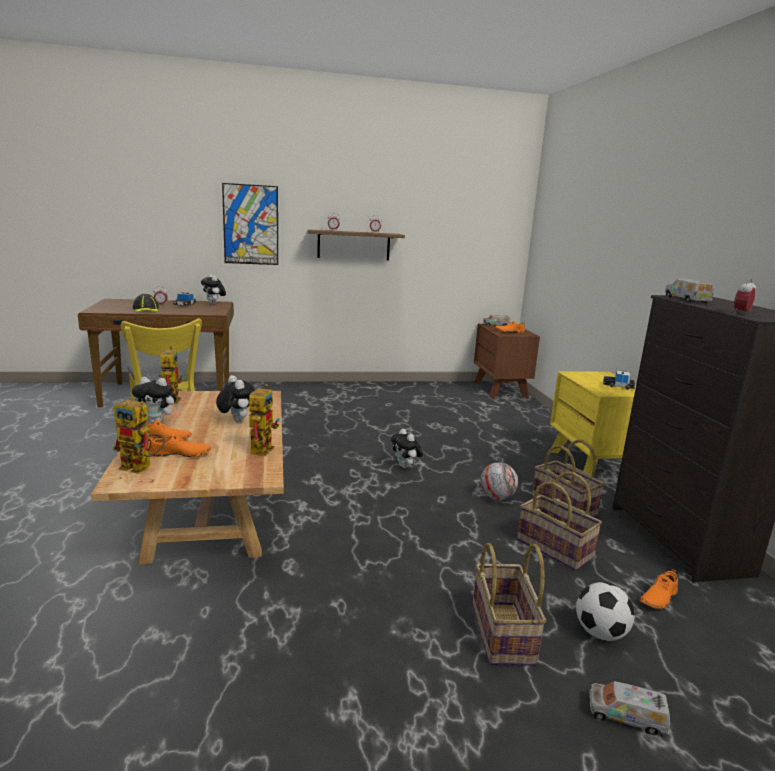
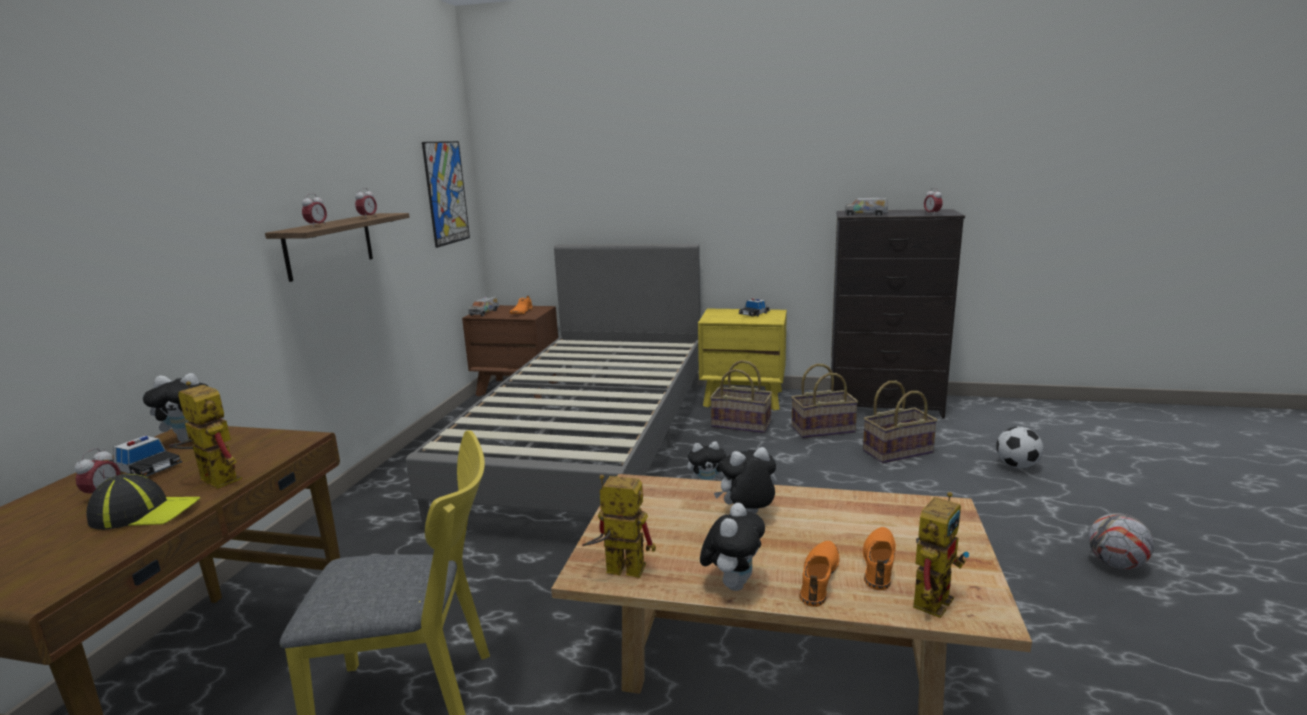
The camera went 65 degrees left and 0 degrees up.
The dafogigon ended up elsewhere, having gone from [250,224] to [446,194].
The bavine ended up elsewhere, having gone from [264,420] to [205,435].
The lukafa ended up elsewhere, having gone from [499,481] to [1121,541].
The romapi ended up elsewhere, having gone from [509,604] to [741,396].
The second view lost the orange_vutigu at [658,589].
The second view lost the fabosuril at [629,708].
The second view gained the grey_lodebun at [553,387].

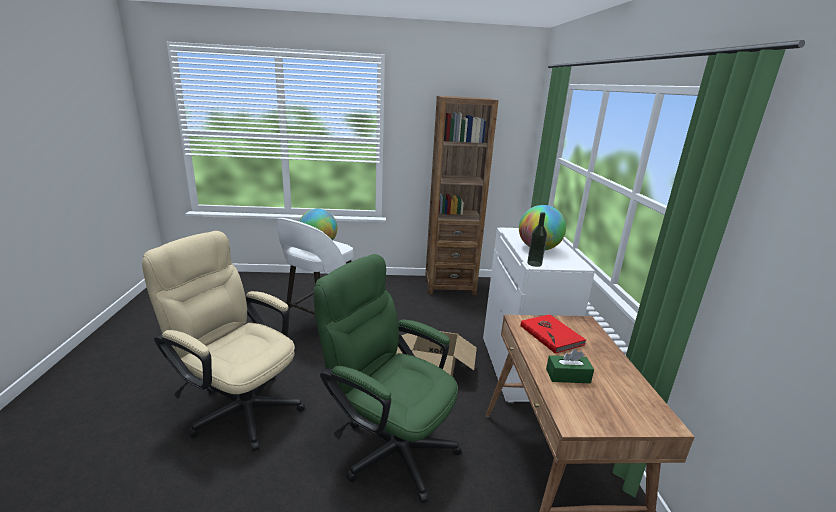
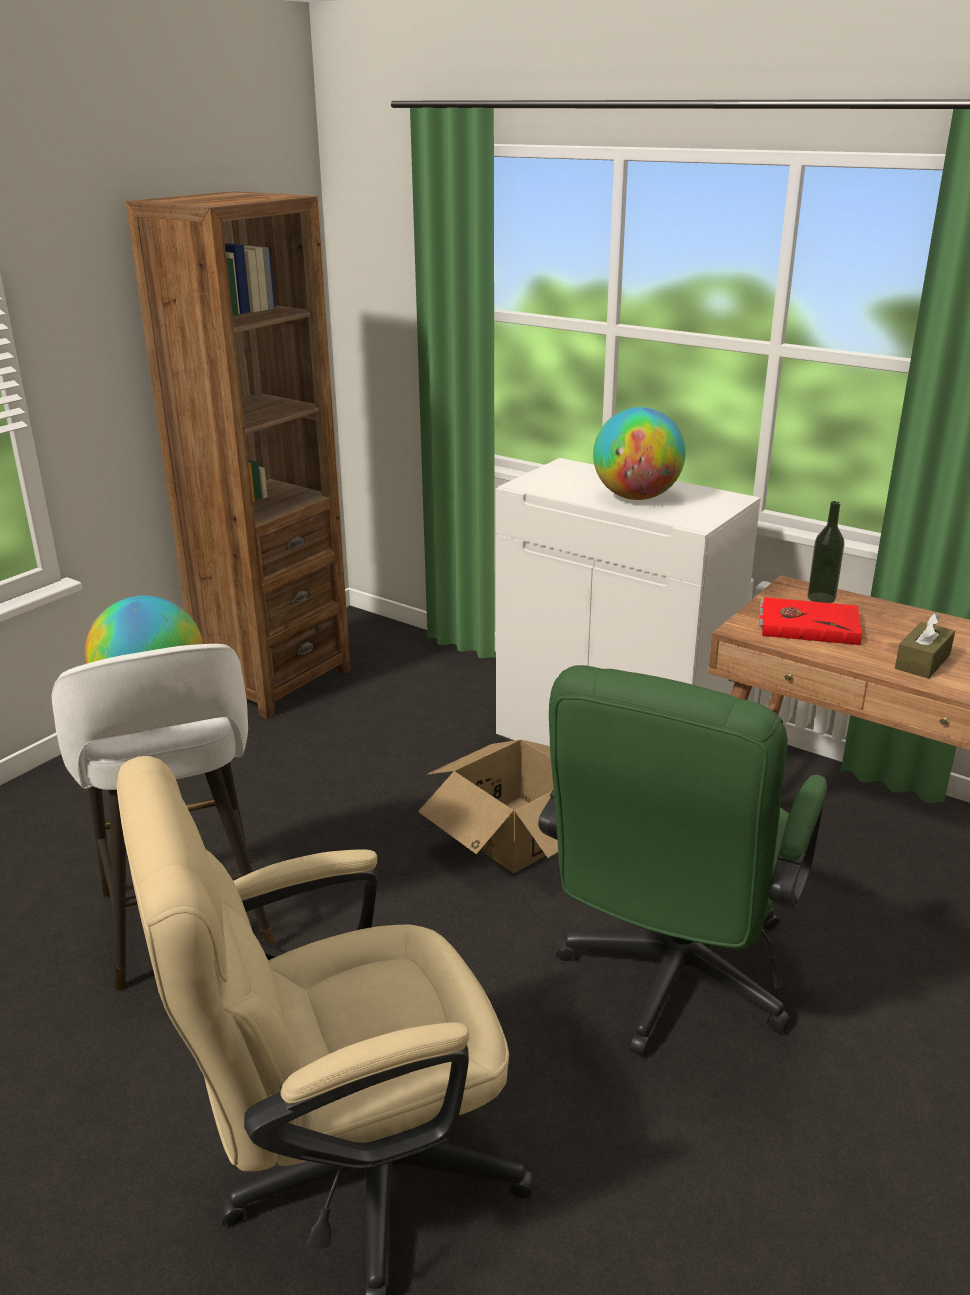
The camera went 50 degrees left and 5 degrees up.
The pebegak ended up elsewhere, having gone from [537,239] to [825,552].
The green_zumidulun at [387,378] ended up facing another way, 45 degrees counterclockwise from before.
What was the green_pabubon at [570,366] turned into the brown_pabubon at [925,646].

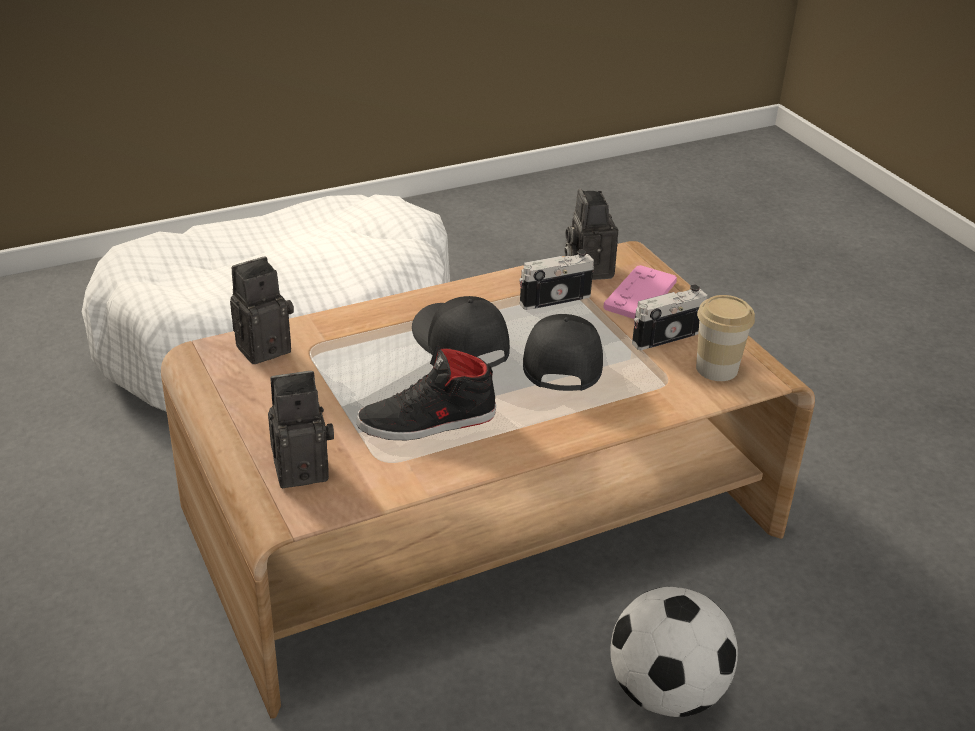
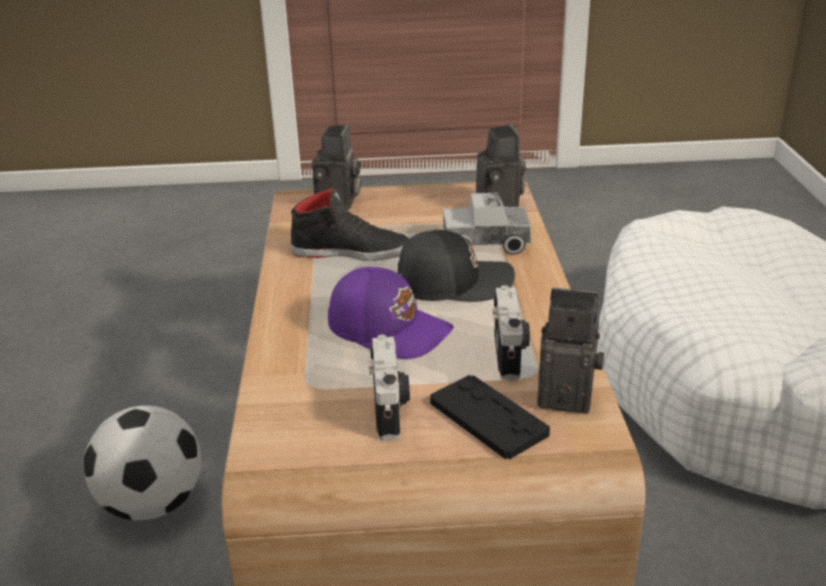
The camera went 115 degrees right and 5 degrees down.
What was the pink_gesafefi at [640,292] turned into the black_gesafefi at [490,417].
The second view lost the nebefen at [725,338].
What was the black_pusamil at [563,352] turned into the purple_pusamil at [391,313].
The black_vutigu at [426,392] ended up facing another way, 90 degrees clockwise from before.
The second view gained the fabosuril at [487,224].

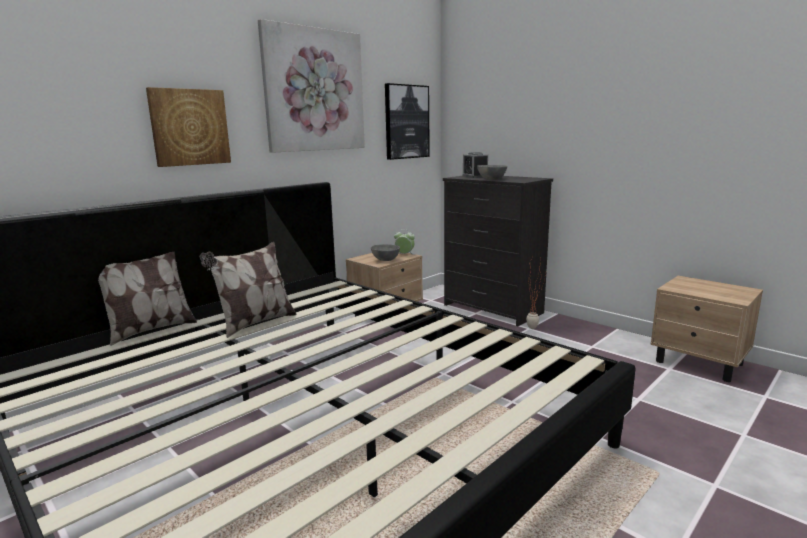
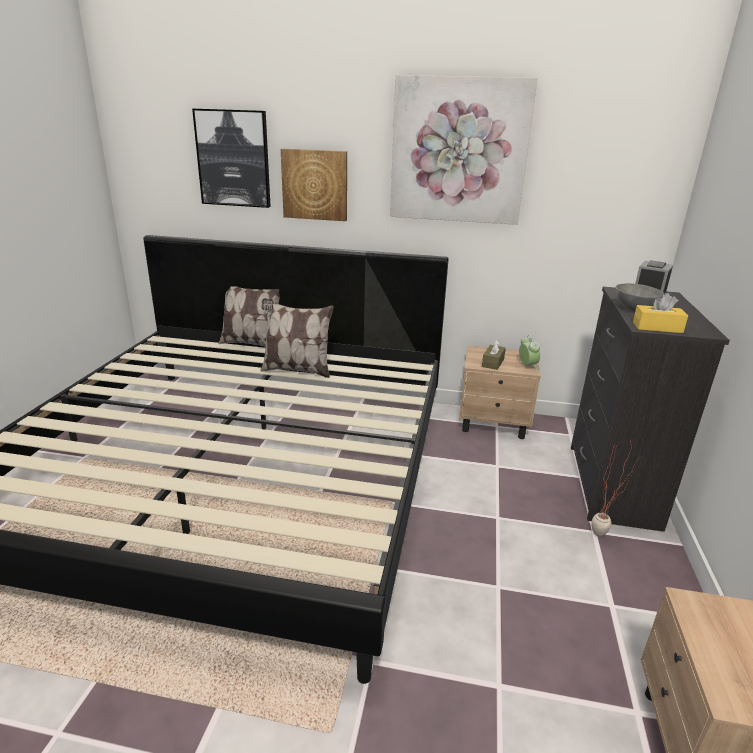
The camera went 55 degrees right and 10 degrees up.
The dafogigon ended up elsewhere, having gone from [407,121] to [231,158].
Where the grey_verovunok stood at [385,252], the brown_pabubon came to stand at [494,354].
The second view gained the yellow_pabubon at [660,313].

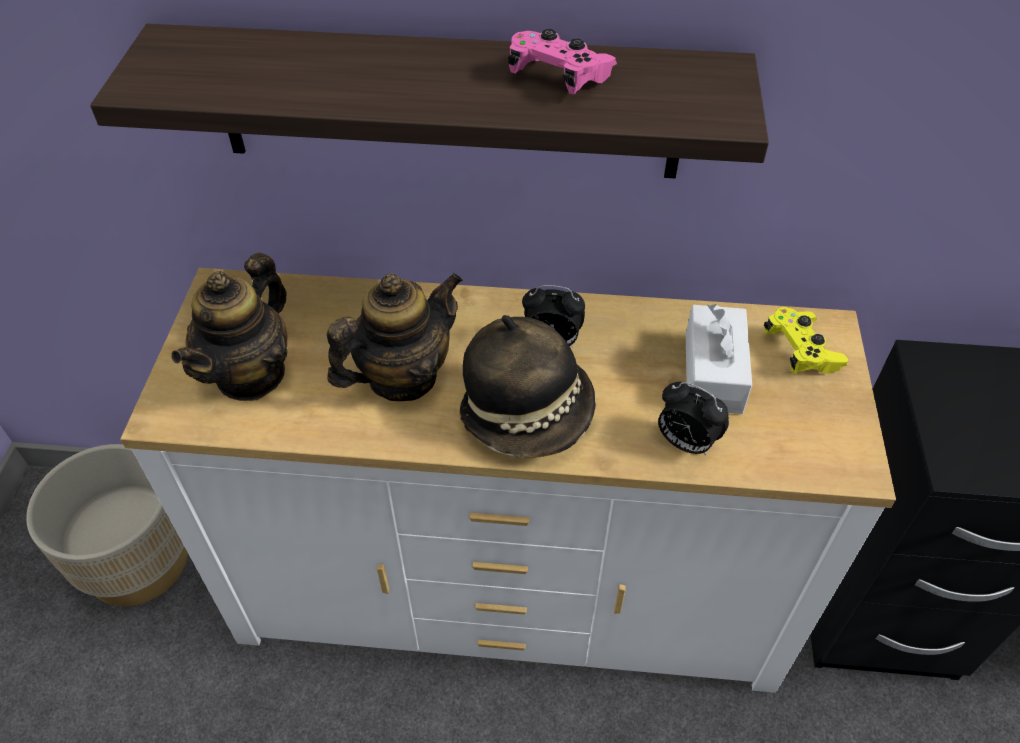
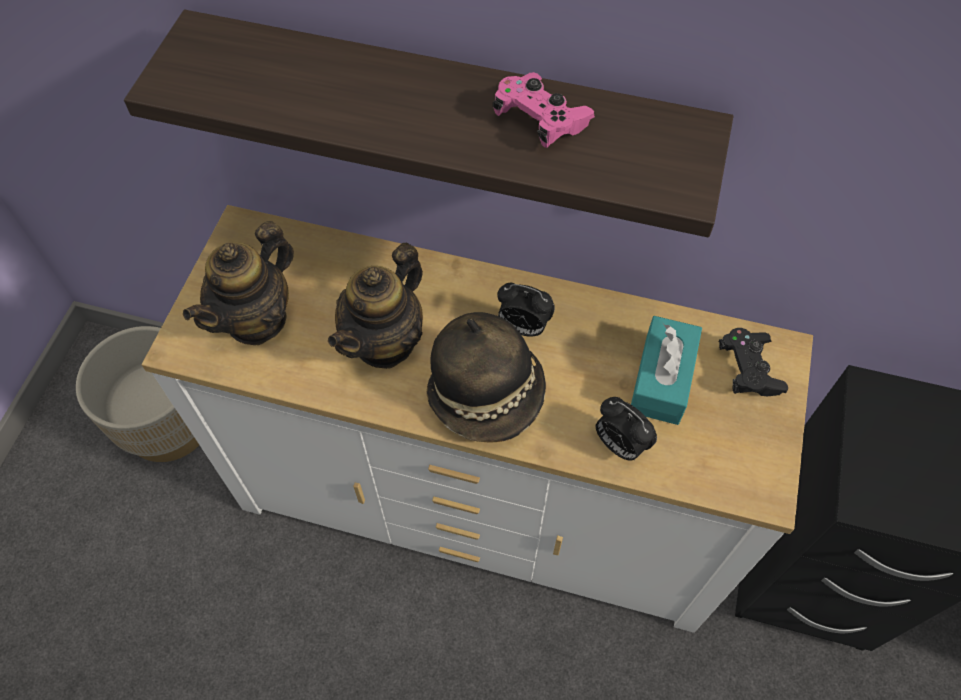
The camera went 10 degrees right and 10 degrees up.
The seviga at [395,337] ended up facing another way, 150 degrees clockwise from before.
What was the white_pabubon at [719,359] turned into the turquoise_pabubon at [666,370].
What was the yellow_gesafefi at [806,340] turned into the black_gesafefi at [753,362].

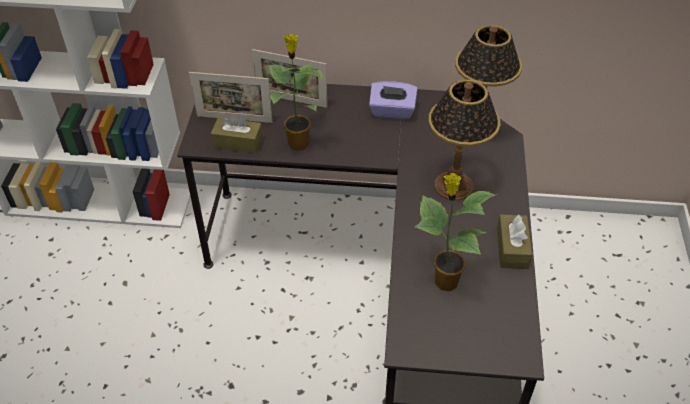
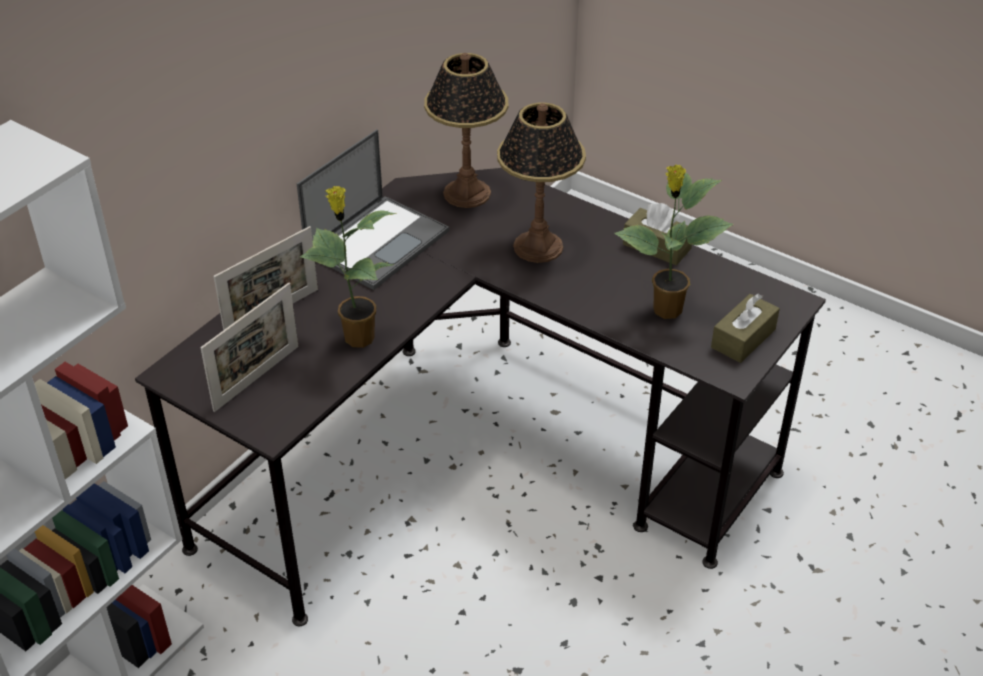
The camera went 60 degrees left and 5 degrees down.
Where the purple_pabubon stood at [393,100], the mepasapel came to stand at [372,209].
The brown_pabubon ended up elsewhere, having gone from [237,133] to [745,328].

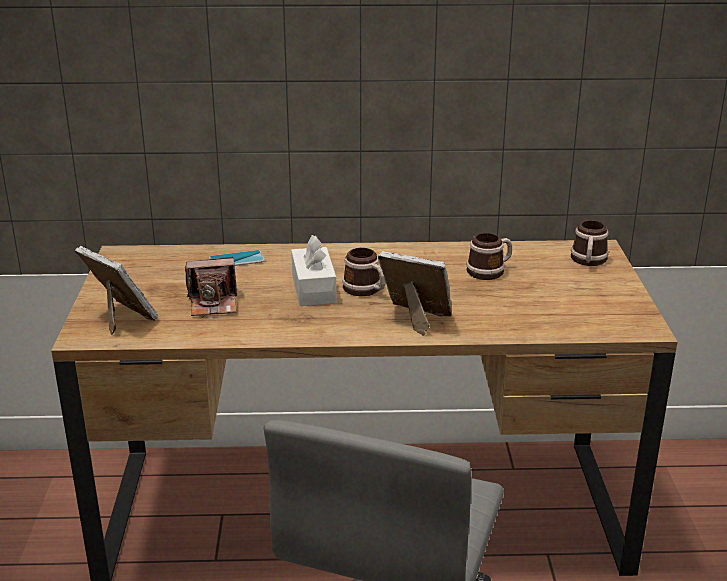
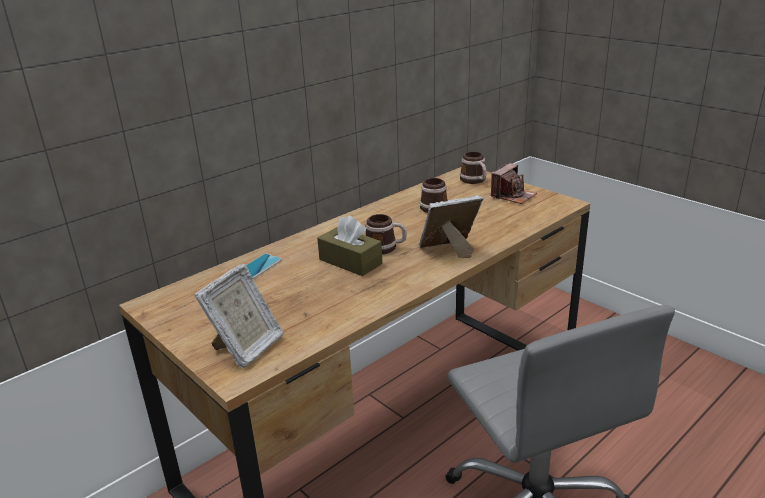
The camera went 40 degrees left and 0 degrees up.
What was the white_pabubon at [314,270] turned into the brown_pabubon at [349,246].
The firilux at [116,290] ended up facing another way, 120 degrees clockwise from before.
The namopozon ended up elsewhere, having gone from [211,286] to [514,183].

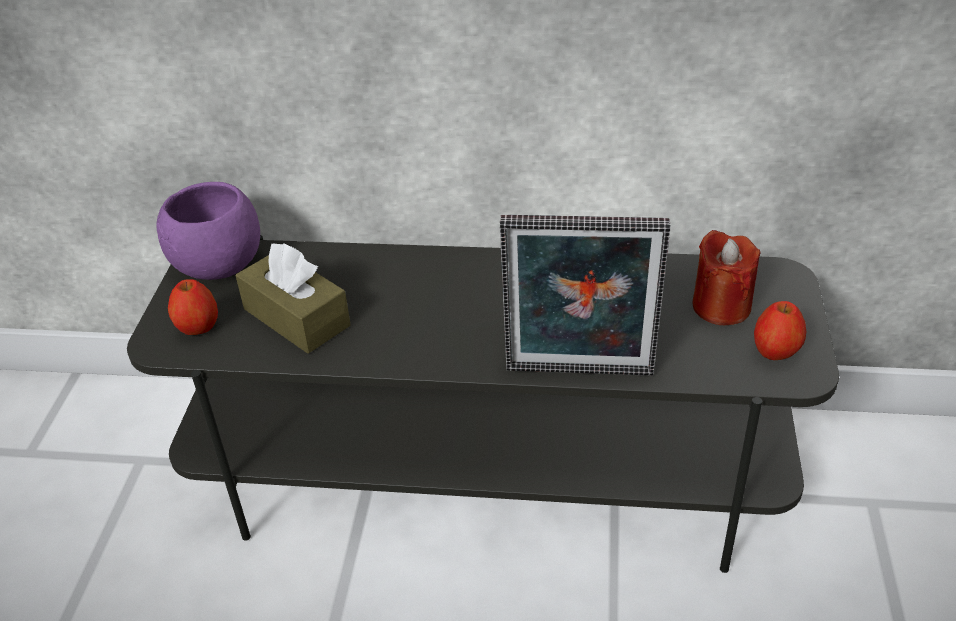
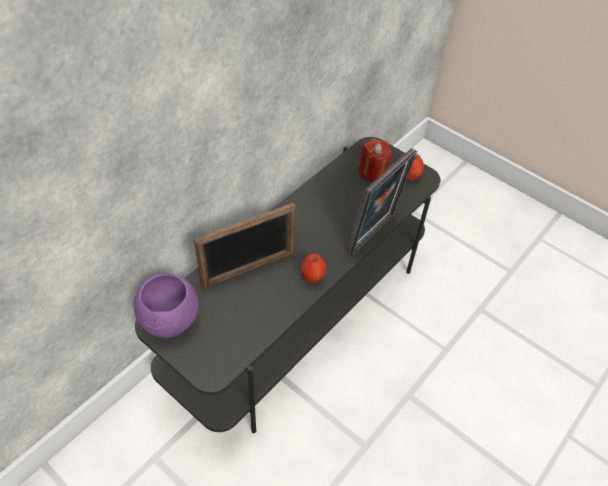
The camera went 60 degrees left and 10 degrees up.
The second view lost the brown_pabubon at [293,298].
The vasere ended up elsewhere, having gone from [193,307] to [313,268].
The second view gained the firilux at [244,245].

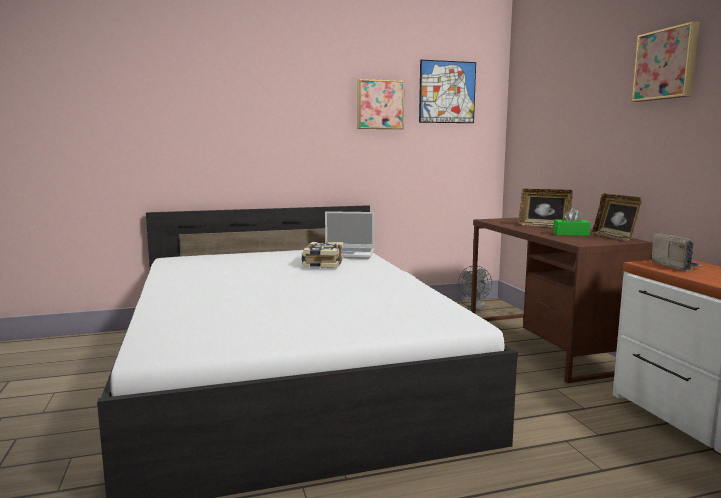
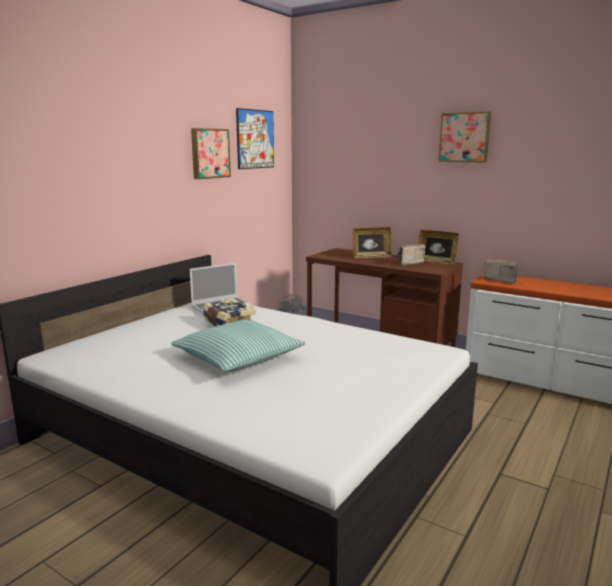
The camera went 40 degrees left and 5 degrees up.
Where the green_pabubon stood at [572,222], the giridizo came to stand at [411,255].
The second view gained the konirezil at [238,345].

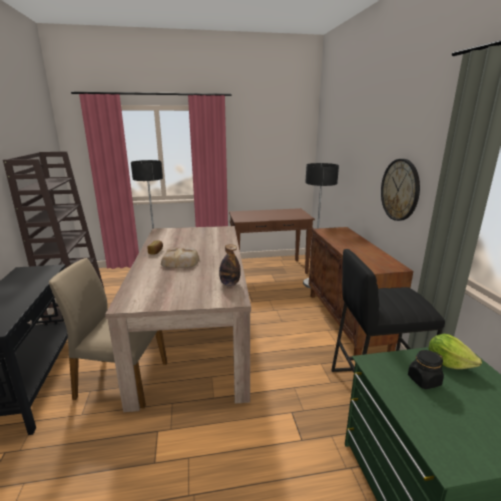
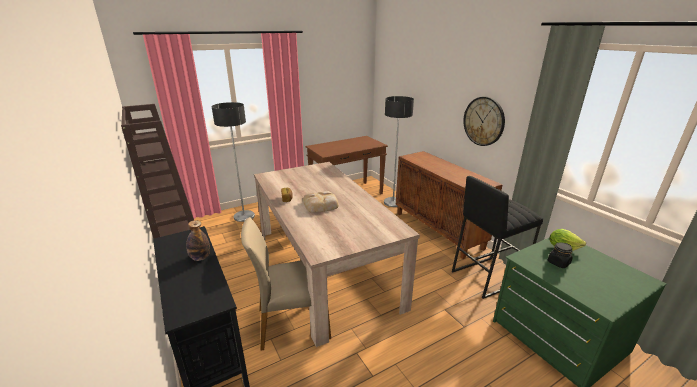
The camera went 20 degrees left and 5 degrees up.
The pebegak ended up elsewhere, having gone from [230,265] to [198,240].

